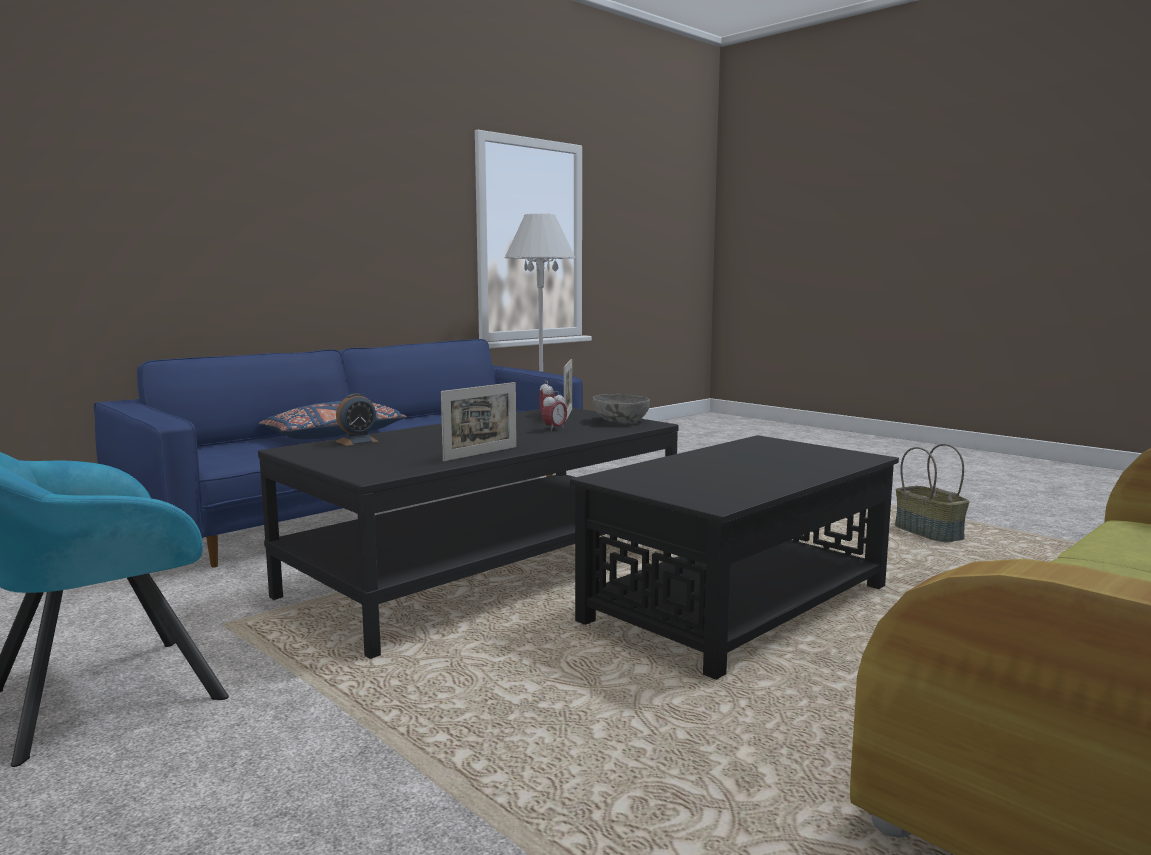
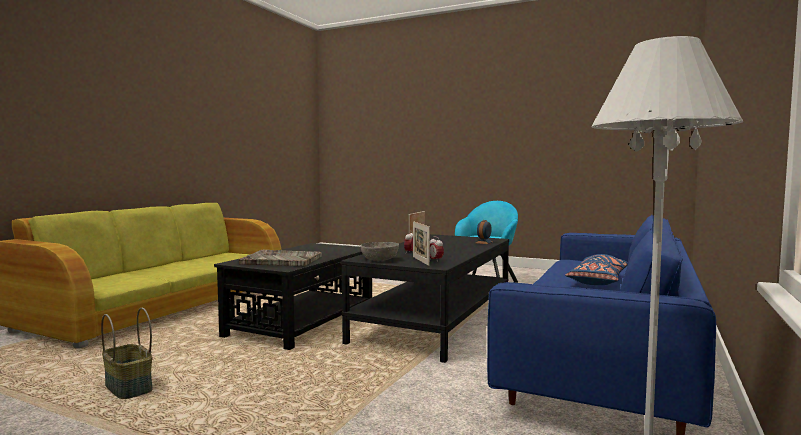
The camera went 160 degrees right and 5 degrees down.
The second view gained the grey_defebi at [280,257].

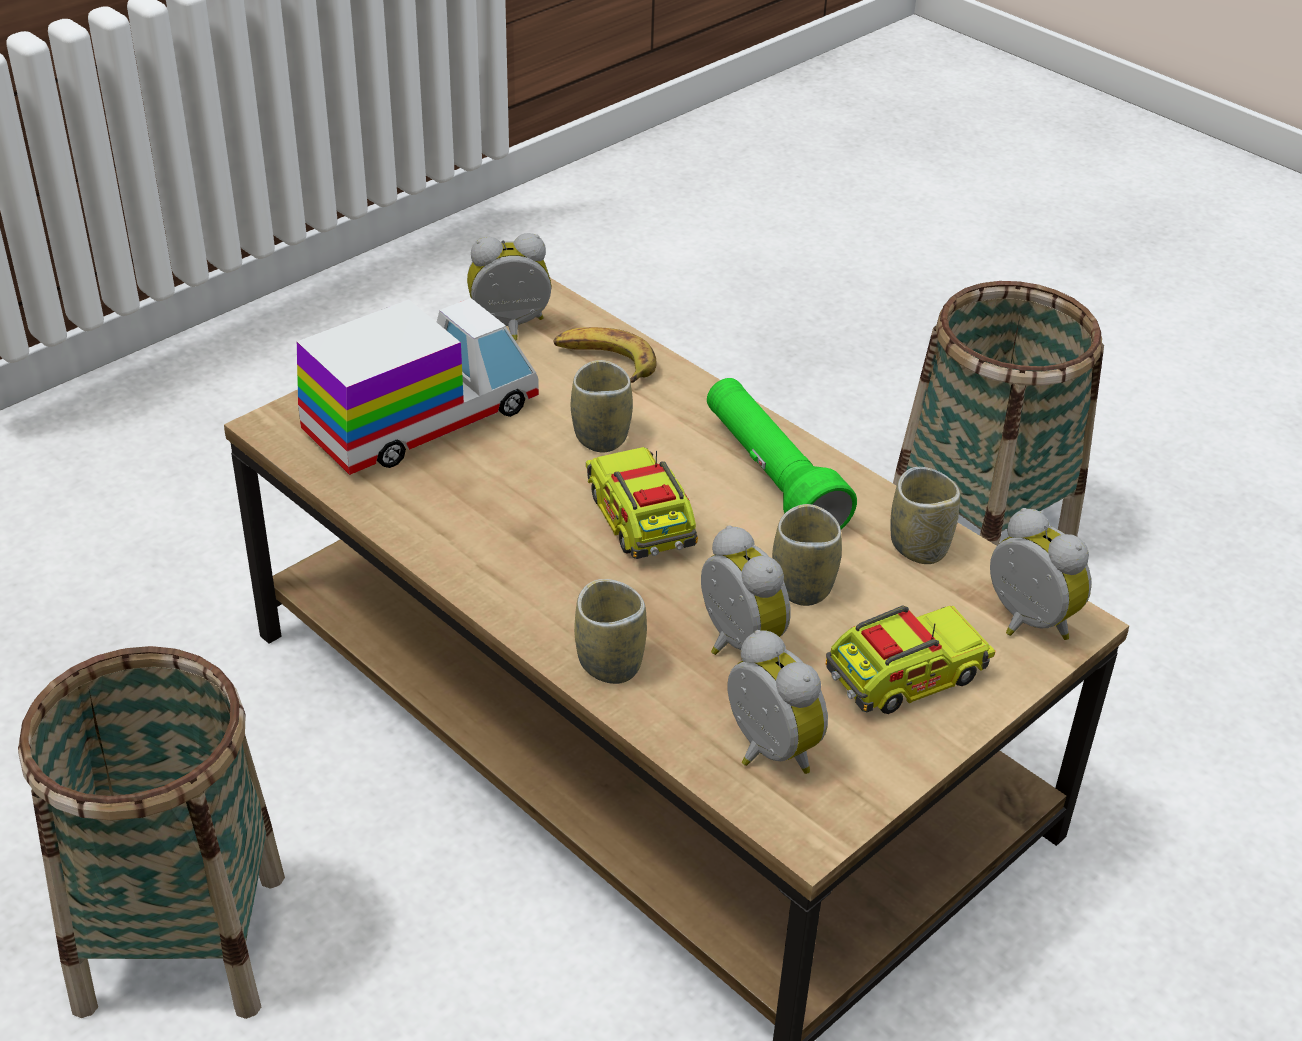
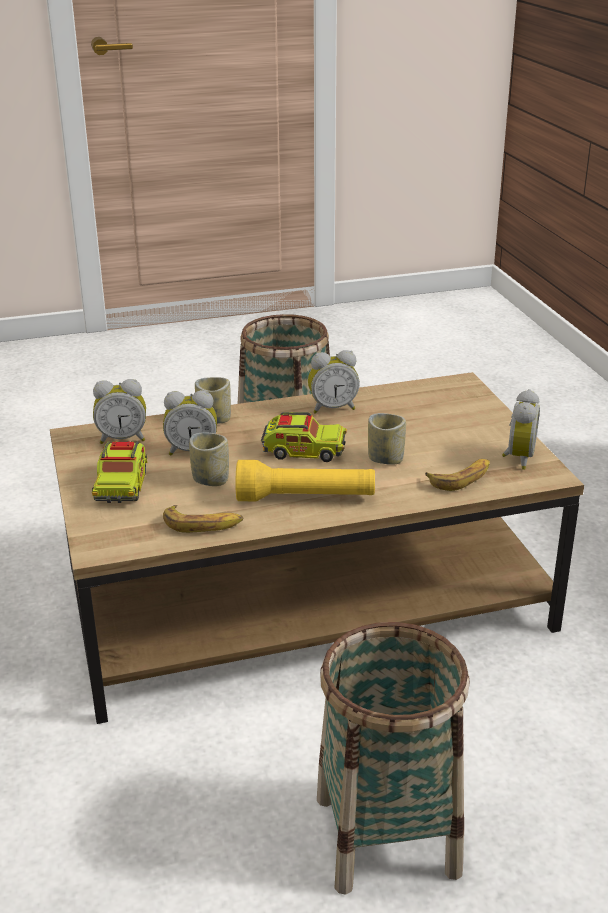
The camera went 120 degrees right and 10 degrees down.
The second view lost the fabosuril at [418,386].
What was the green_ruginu at [782,454] turned into the yellow_ruginu at [305,480].
Where the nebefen stood at [925,515], the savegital came to stand at [203,519].
The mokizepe ended up elsewhere, having gone from [1041,574] to [334,382].

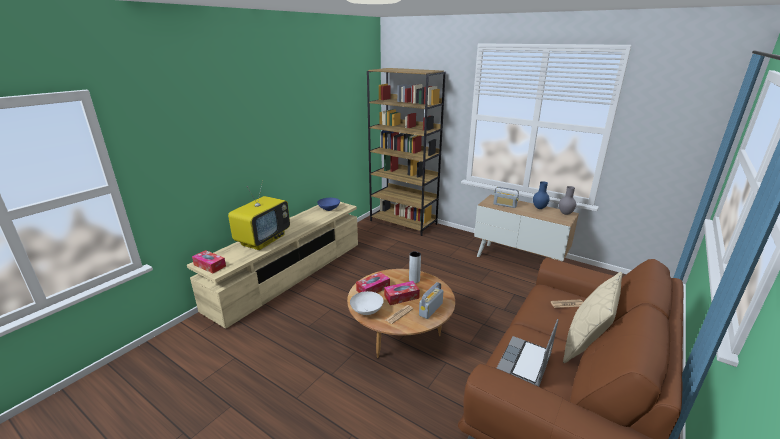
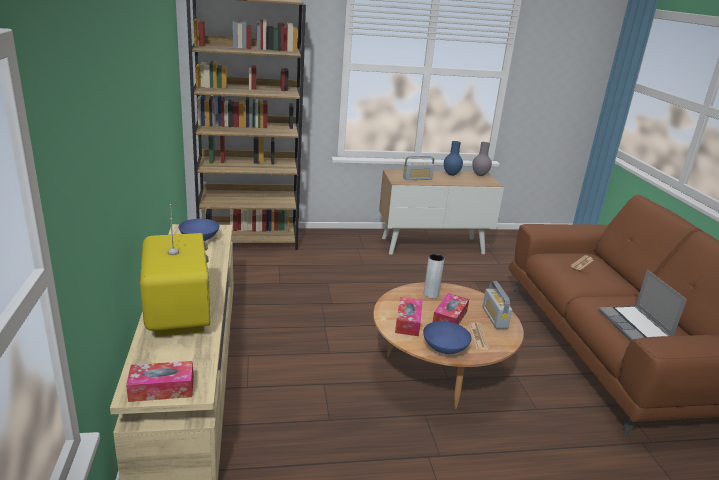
The camera went 45 degrees left and 0 degrees up.
The second view lost the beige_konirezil at [592,317].
What was the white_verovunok at [367,303] turned into the blue_verovunok at [447,337].

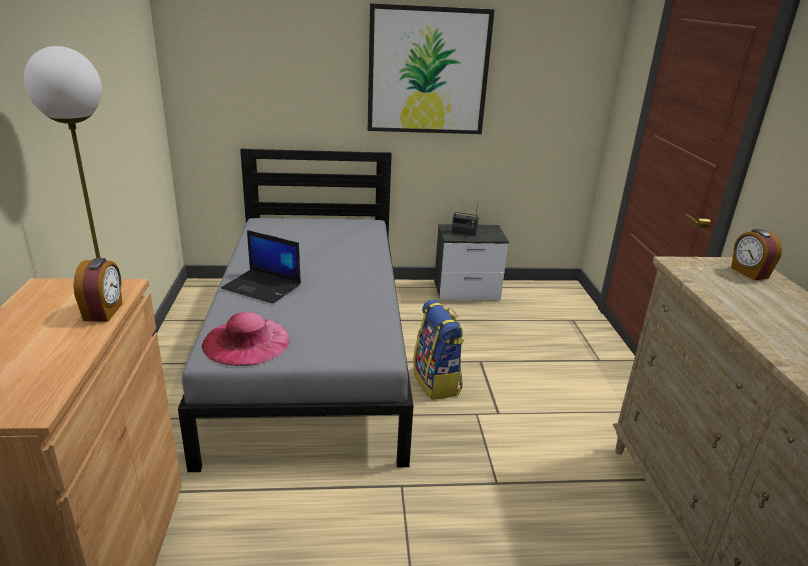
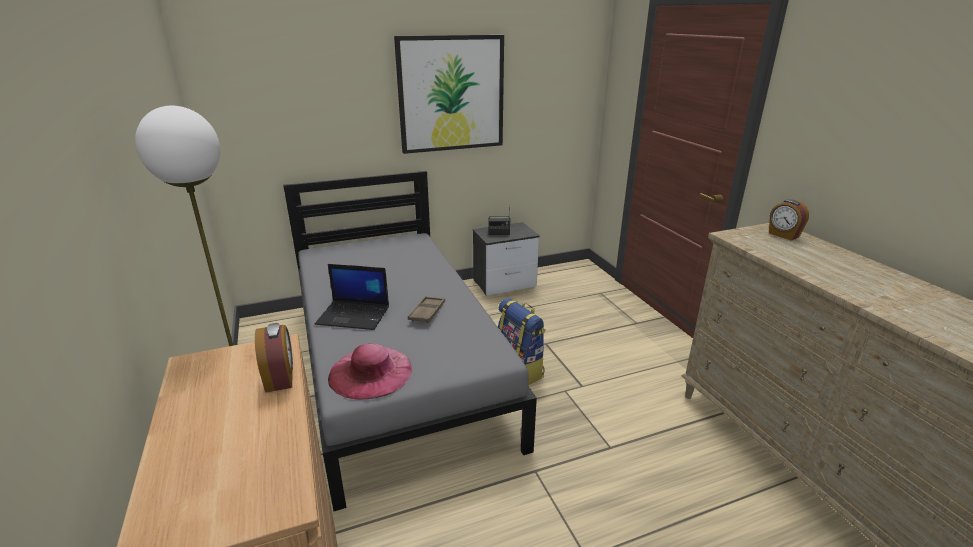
The camera went 15 degrees left and 0 degrees up.
The second view gained the brown_defebi at [426,309].

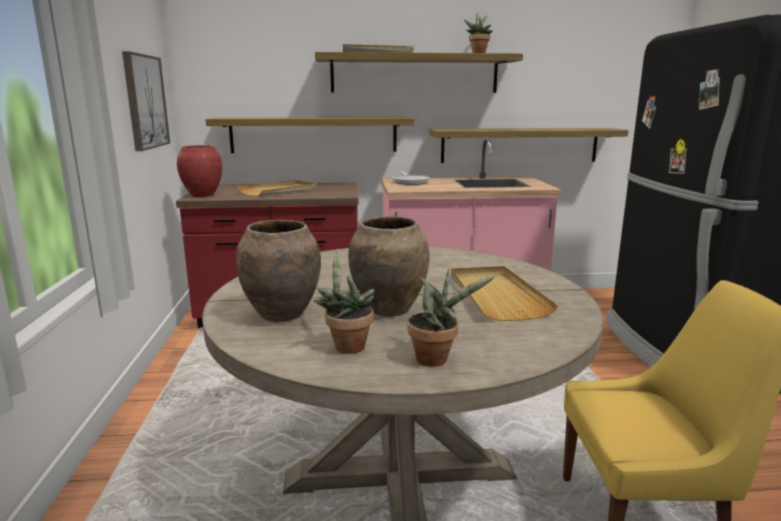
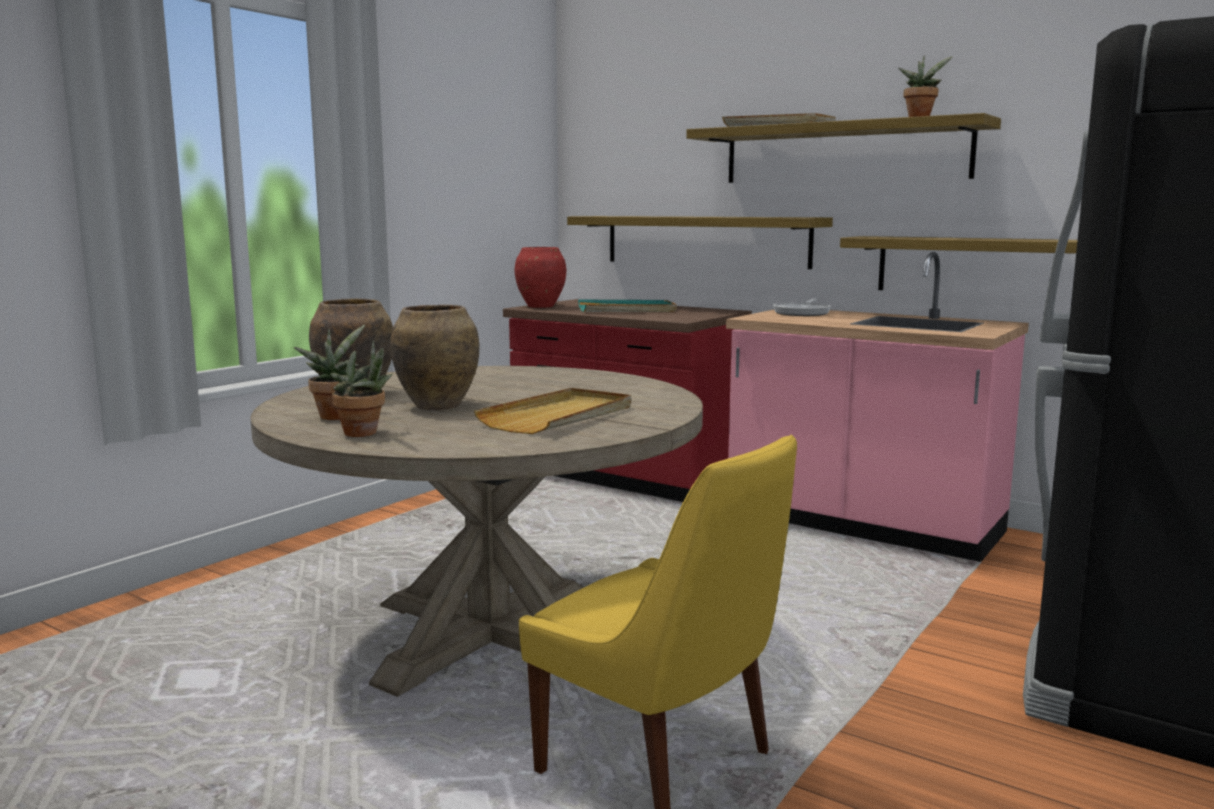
The camera went 40 degrees right and 5 degrees down.
The second view lost the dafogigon at [146,101].
What was the beige_defebi at [277,188] turned into the turquoise_defebi at [627,306].

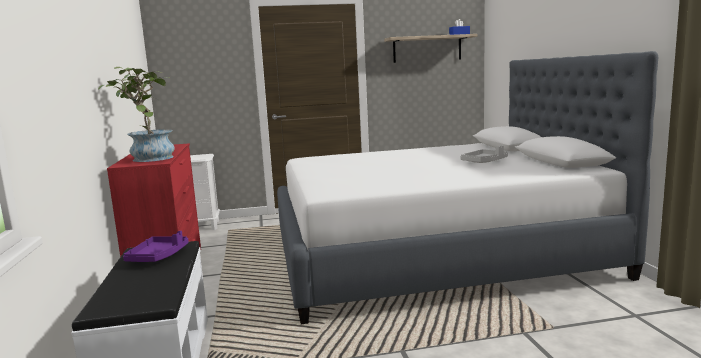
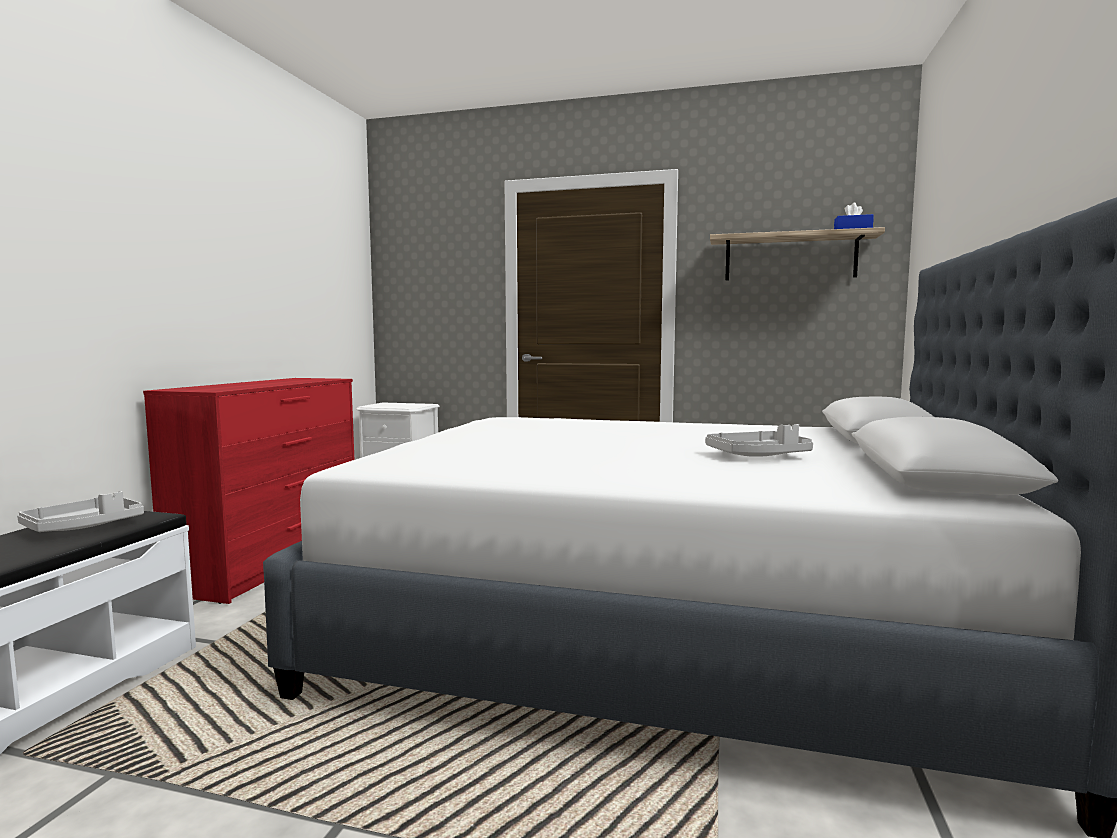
The camera went 25 degrees right and 5 degrees down.
The second view lost the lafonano at [136,114].
What was the purple_defebi at [156,246] turned into the grey_defebi at [80,511].

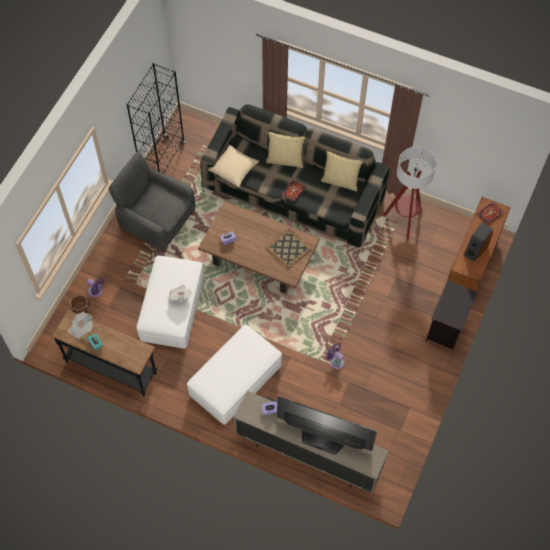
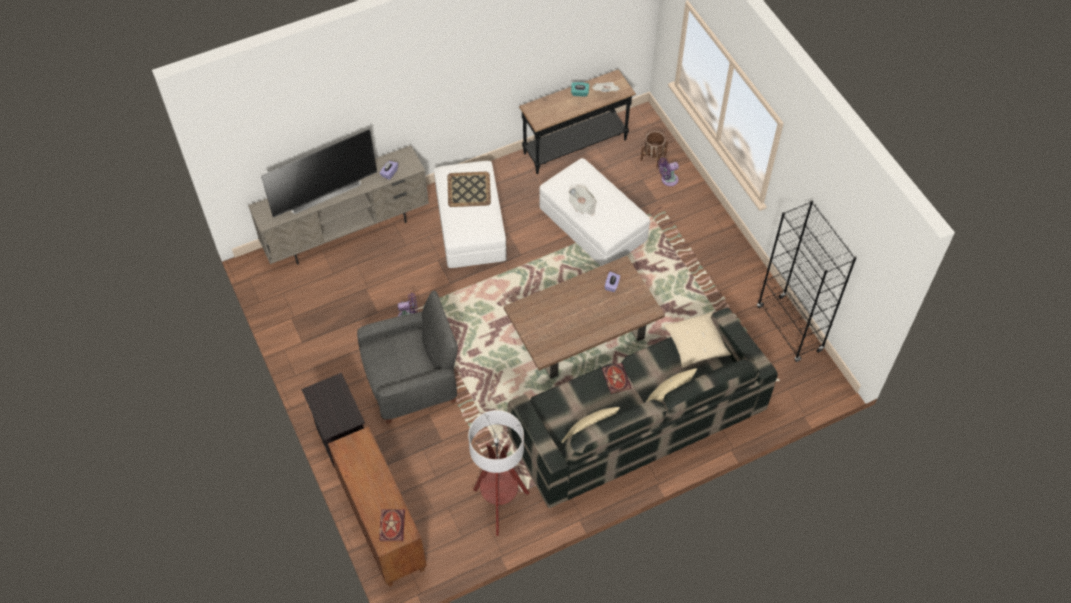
The camera went 130 degrees right and 5 degrees down.
The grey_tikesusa ended up elsewhere, having gone from [152,202] to [407,357].
The second view lost the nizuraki at [479,242].
The defebi ended up elsewhere, having gone from [288,248] to [469,189].

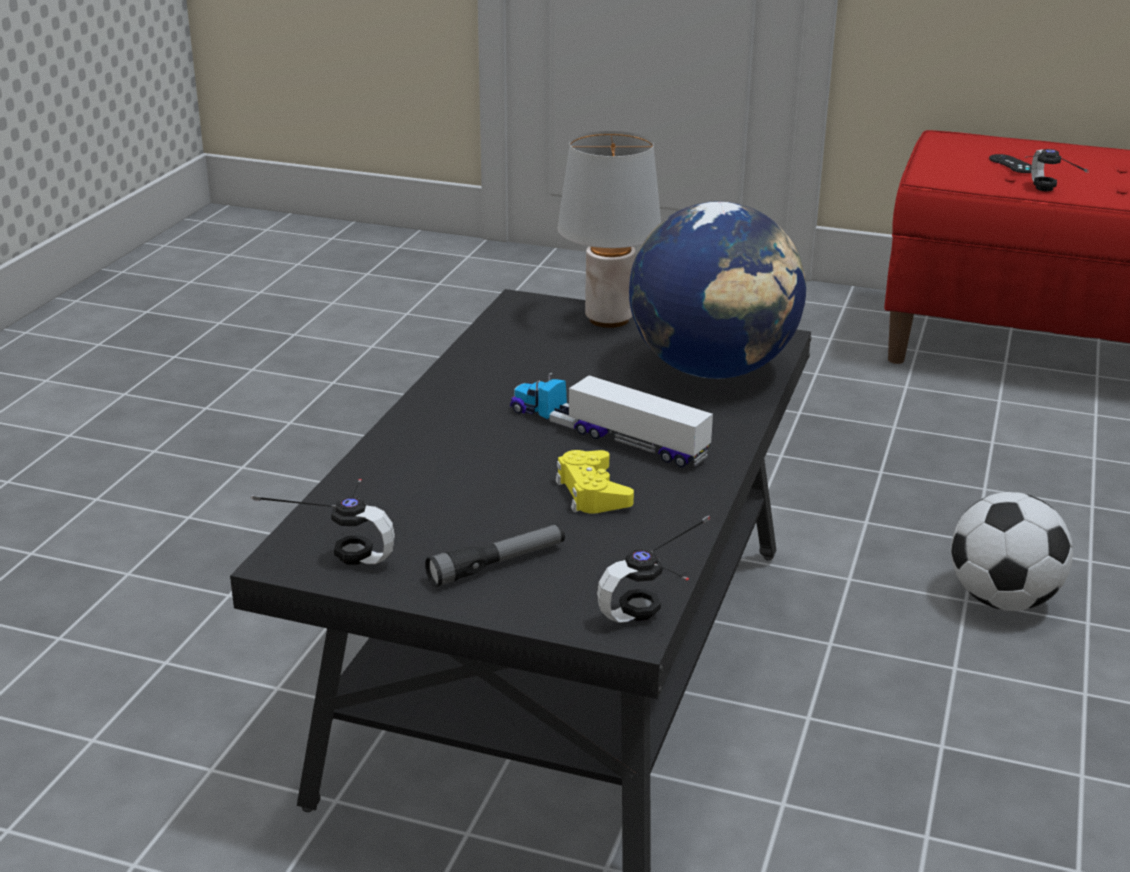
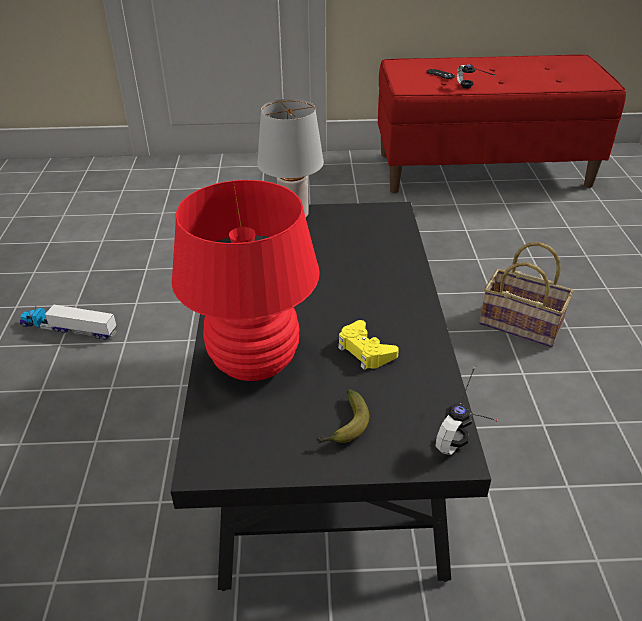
The camera went 20 degrees left and 10 degrees up.
The second view lost the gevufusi at [717,290].
The fabosuril ended up elsewhere, having gone from [611,420] to [68,322].
The second view lost the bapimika at [323,522].
Where the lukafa stood at [1012,551], the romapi came to stand at [526,294].
Where the ruginu stood at [495,555], the savegital came to stand at [342,416].
The second view gained the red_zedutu at [245,280].

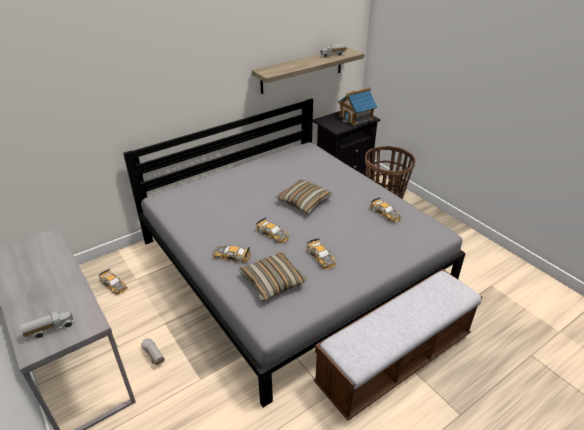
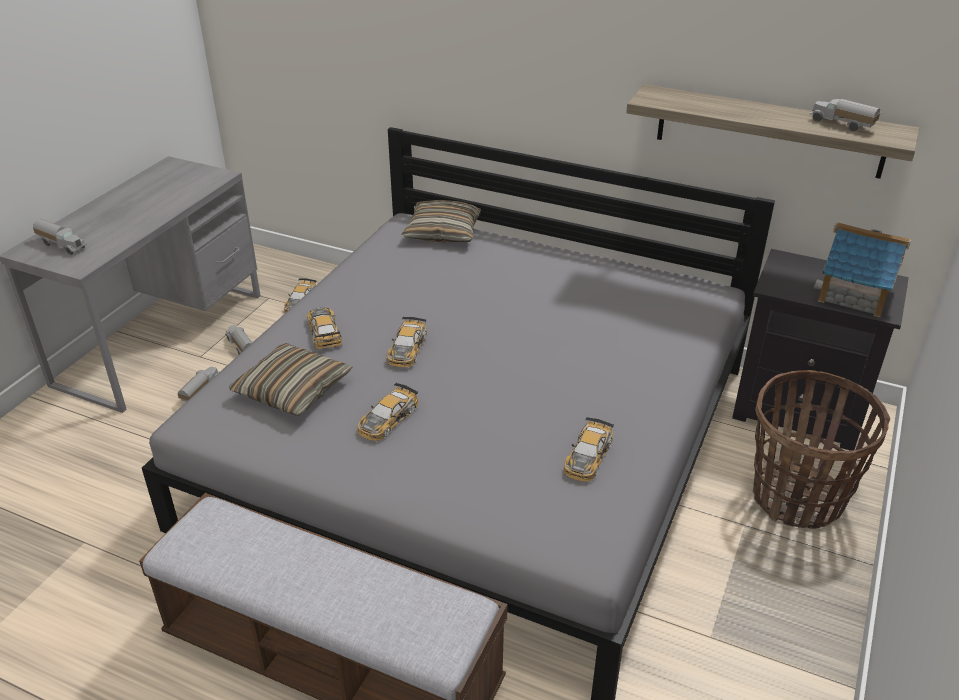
The camera went 60 degrees right and 0 degrees up.
The konirezil ended up elsewhere, having gone from [304,196] to [441,221].
The second view gained the fabosuril at [239,339].

